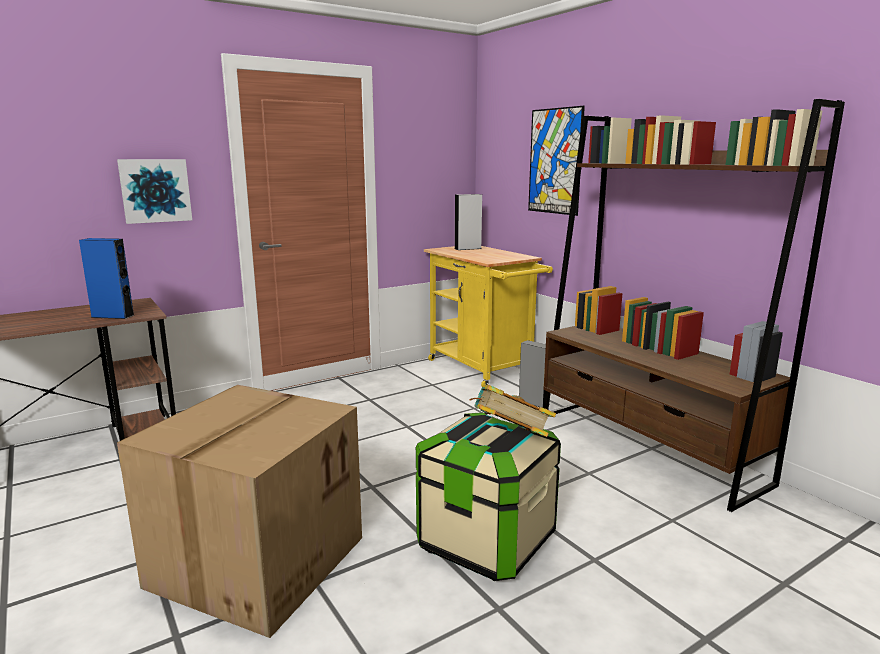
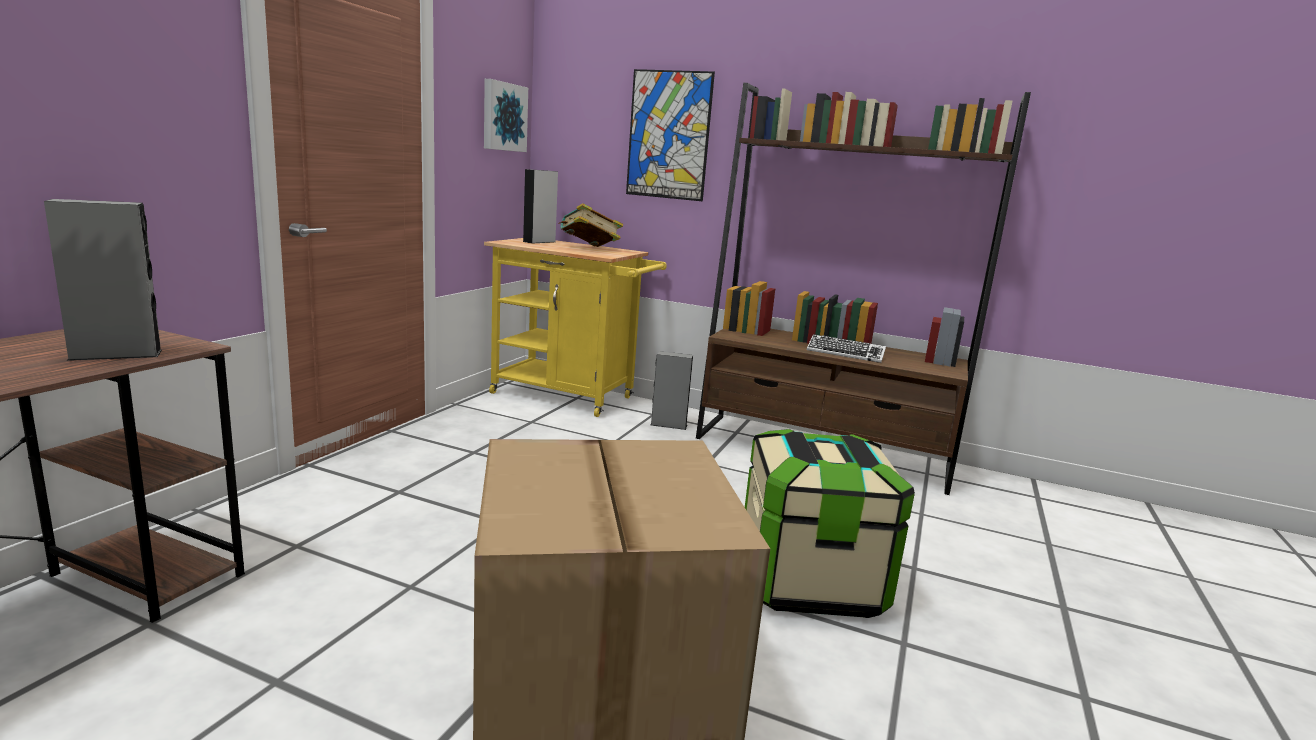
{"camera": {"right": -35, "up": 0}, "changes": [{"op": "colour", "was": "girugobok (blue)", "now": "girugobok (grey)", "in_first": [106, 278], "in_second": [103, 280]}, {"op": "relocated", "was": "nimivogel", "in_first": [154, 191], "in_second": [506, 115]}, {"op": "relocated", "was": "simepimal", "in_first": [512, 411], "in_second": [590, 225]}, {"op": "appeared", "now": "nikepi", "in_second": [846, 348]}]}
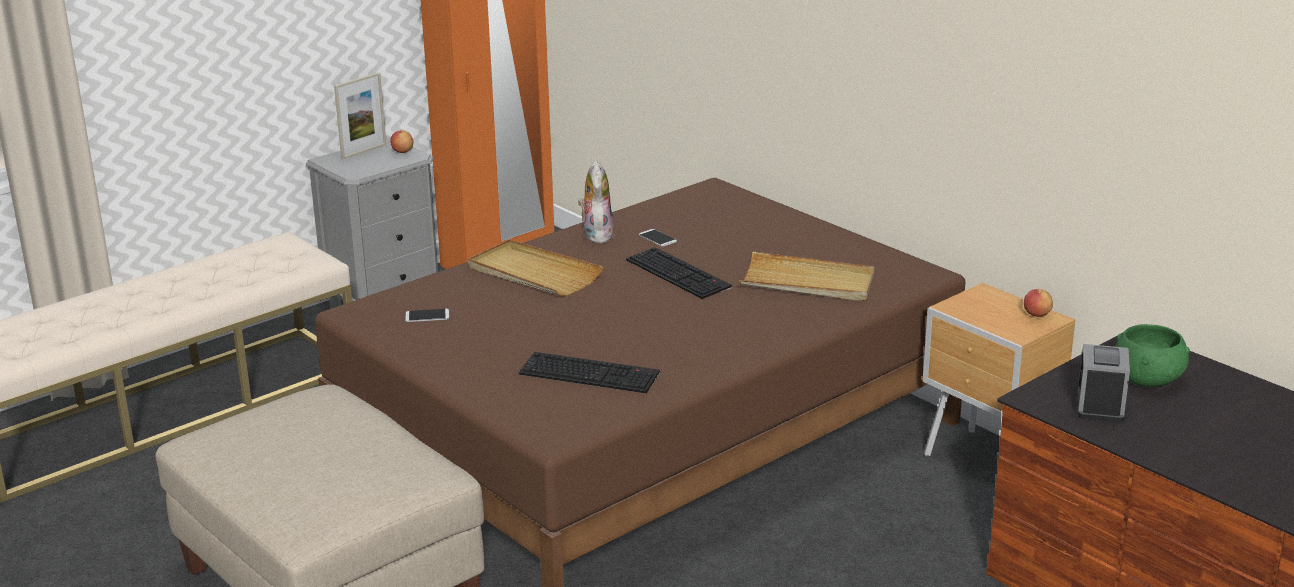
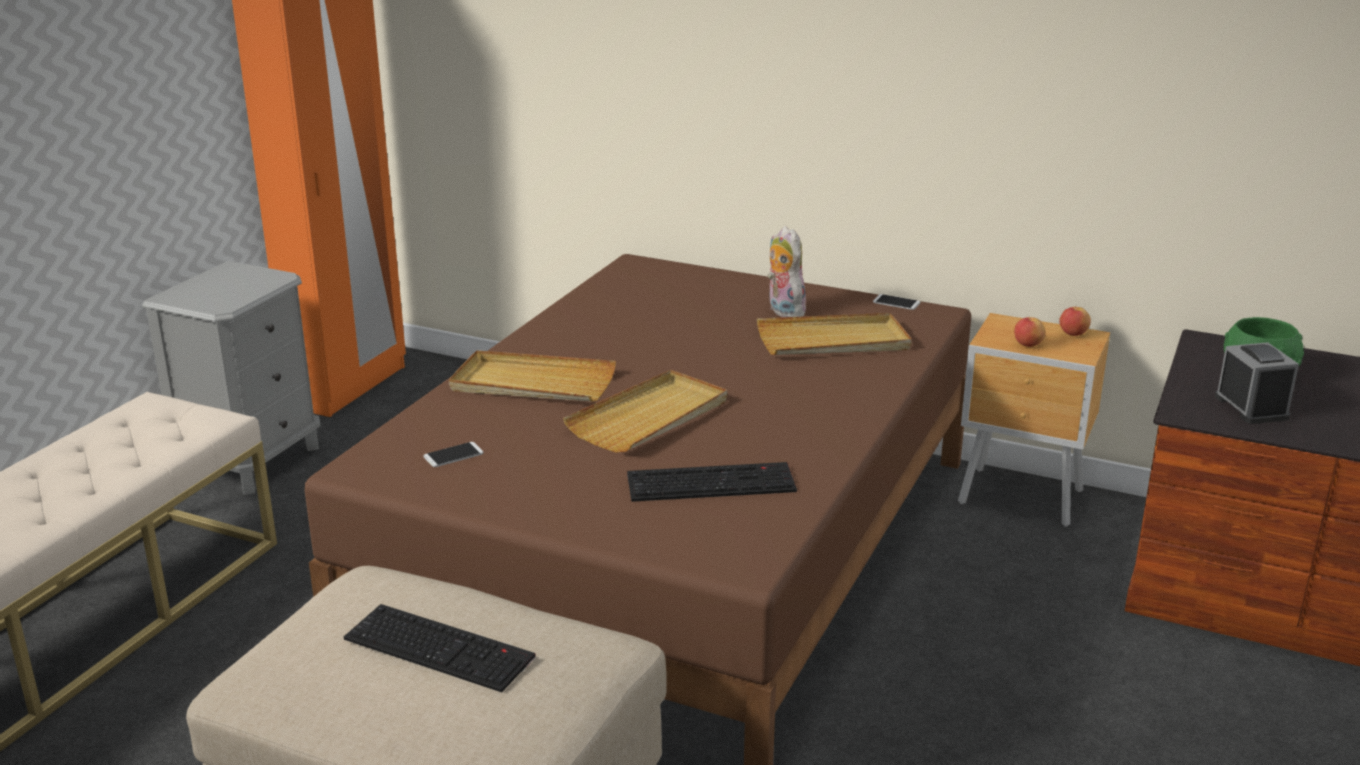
{"camera": {"right": -25, "up": 0}, "changes": [{"op": "missing", "was": "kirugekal", "in_first": [360, 116]}, {"op": "relocated", "was": "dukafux", "in_first": [401, 141], "in_second": [1030, 331]}, {"op": "relocated", "was": "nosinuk", "in_first": [596, 202], "in_second": [787, 271]}, {"op": "relocated", "was": "nikepi", "in_first": [679, 273], "in_second": [440, 648]}, {"op": "relocated", "was": "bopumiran", "in_first": [658, 238], "in_second": [896, 302]}, {"op": "appeared", "now": "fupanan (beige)", "in_second": [645, 411]}]}
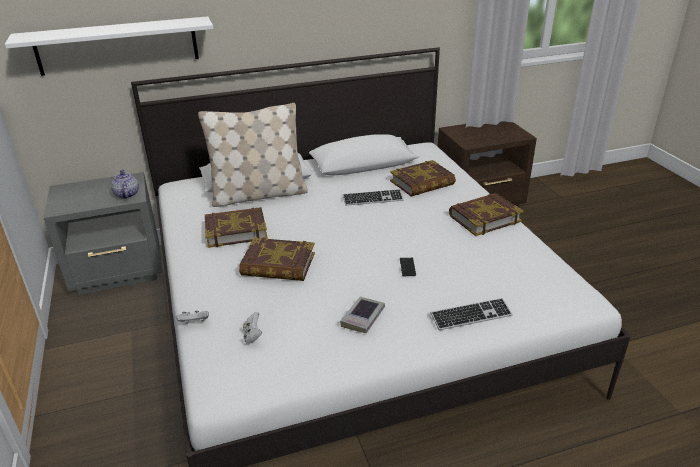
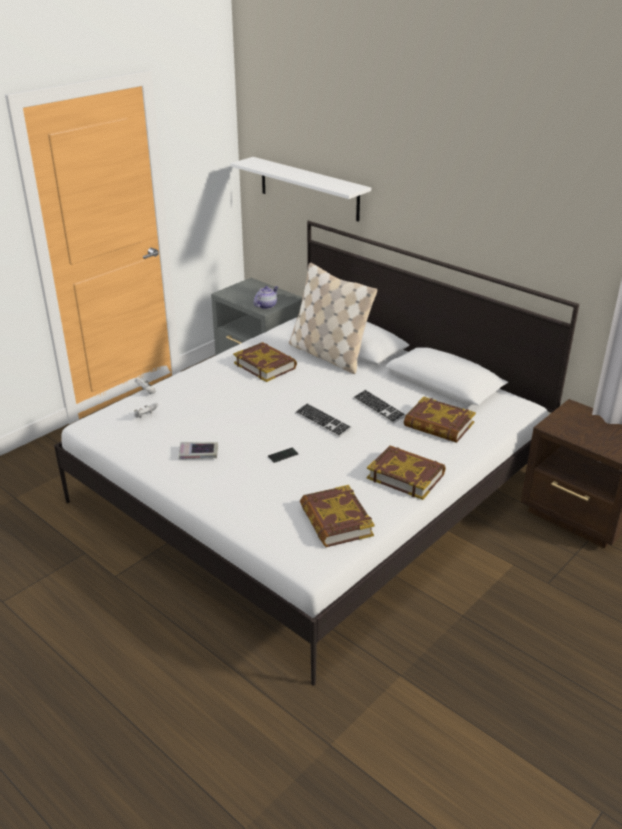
{"camera": {"right": 60, "up": 0}, "changes": [{"op": "relocated", "was": "simepimal", "in_first": [277, 259], "in_second": [337, 516]}, {"op": "relocated", "was": "nikepi", "in_first": [472, 314], "in_second": [323, 420]}]}
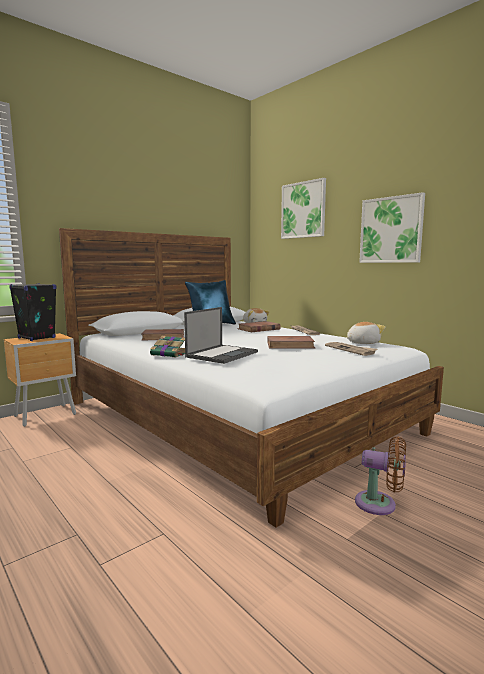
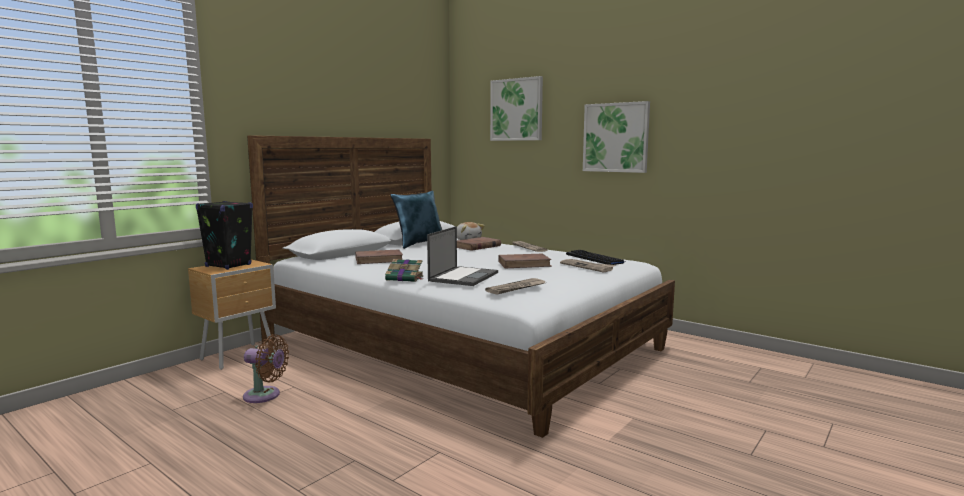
{"camera": {"right": -10, "up": 0}, "changes": [{"op": "exchanged", "was": "nosinuk", "now": "nikepi", "in_first": [366, 333], "in_second": [595, 257]}, {"op": "relocated", "was": "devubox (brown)", "in_first": [380, 476], "in_second": [266, 368]}, {"op": "appeared", "now": "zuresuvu", "in_second": [516, 286]}]}
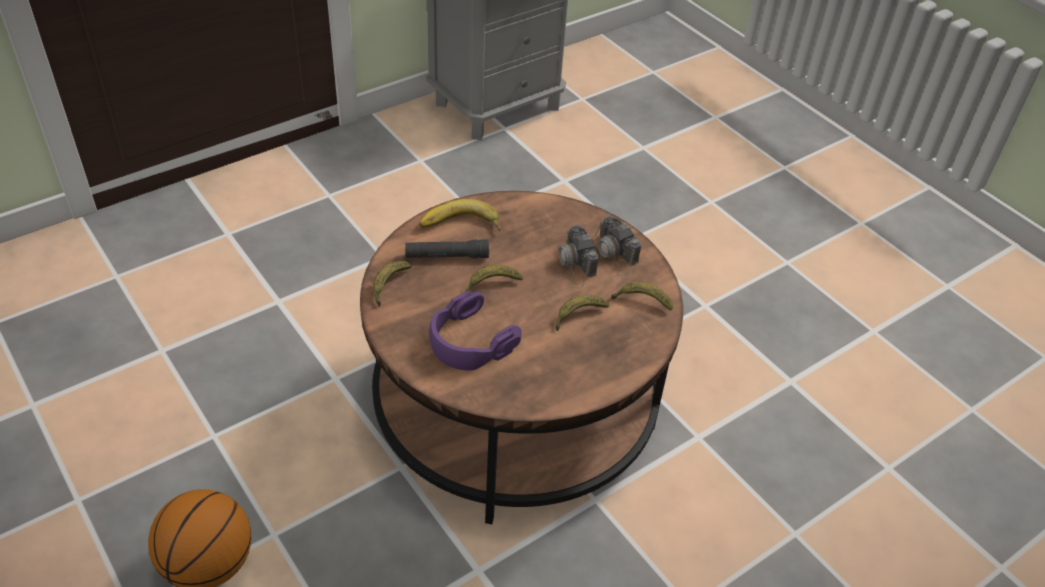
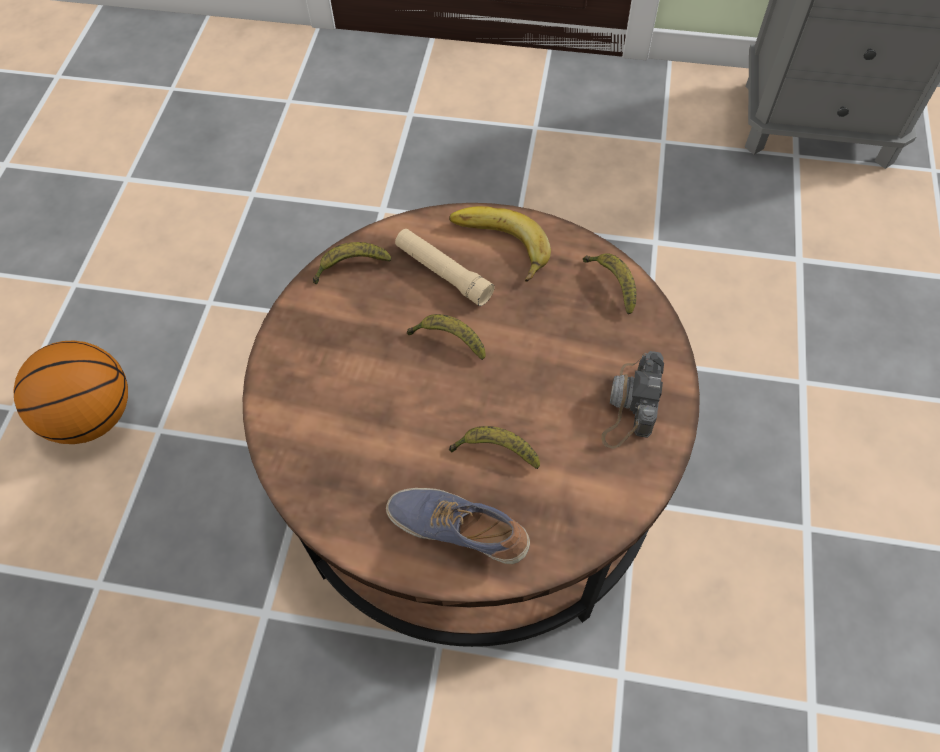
{"camera": {"right": 50, "up": 15}, "changes": [{"op": "colour", "was": "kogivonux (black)", "now": "kogivonux (beige)", "in_first": [447, 248], "in_second": [444, 267]}, {"op": "missing", "was": "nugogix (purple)", "in_first": [475, 330]}, {"op": "missing", "was": "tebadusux", "in_first": [577, 257]}, {"op": "relocated", "was": "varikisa", "in_first": [642, 296], "in_second": [609, 284]}, {"op": "appeared", "now": "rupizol", "in_second": [458, 526]}]}
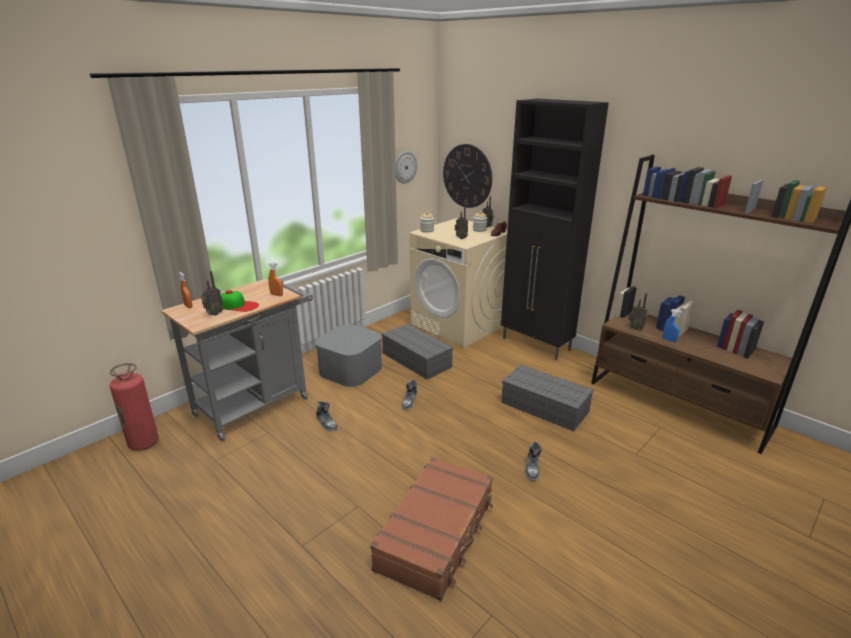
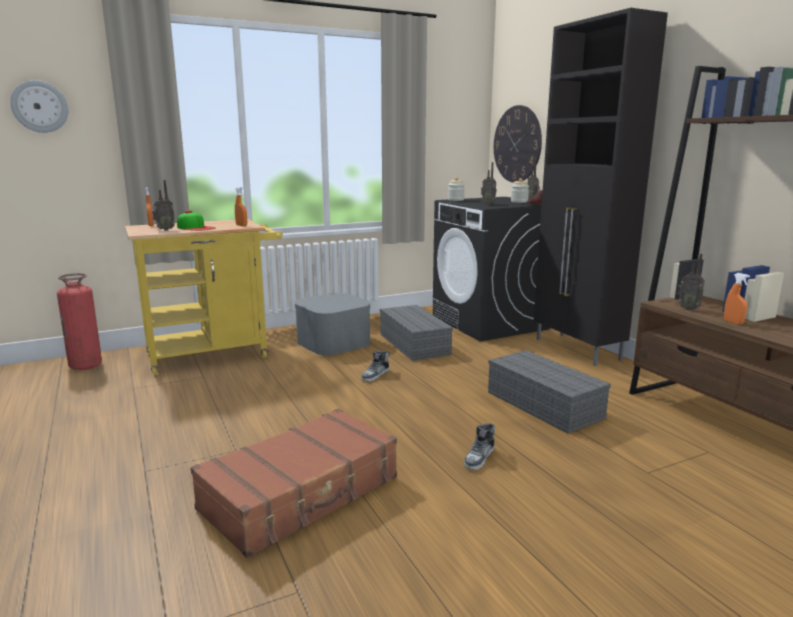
{"camera": {"right": 20, "up": -10}, "changes": [{"op": "colour", "was": "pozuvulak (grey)", "now": "pozuvulak (yellow)", "in_first": [237, 360], "in_second": [204, 297]}, {"op": "missing", "was": "rupizol", "in_first": [327, 416]}, {"op": "relocated", "was": "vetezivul", "in_first": [406, 167], "in_second": [39, 106]}, {"op": "colour", "was": "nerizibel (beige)", "now": "nerizibel (black)", "in_first": [458, 283], "in_second": [491, 269]}, {"op": "colour", "was": "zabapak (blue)", "now": "zabapak (orange)", "in_first": [672, 325], "in_second": [737, 299]}]}
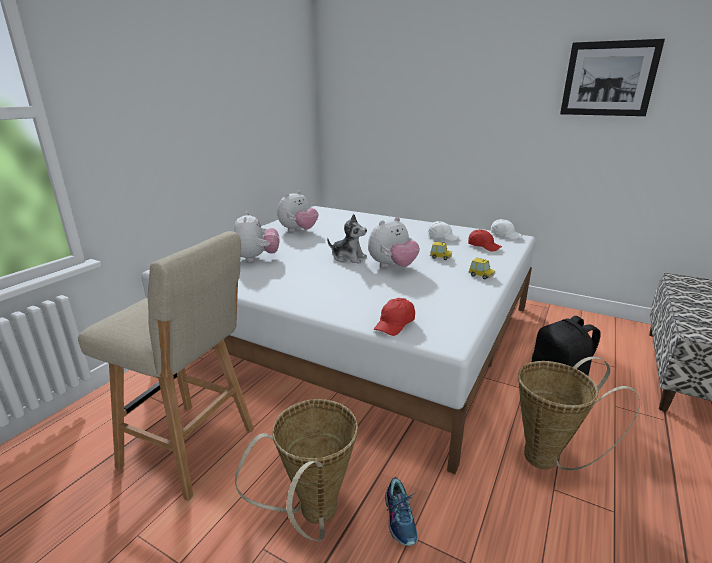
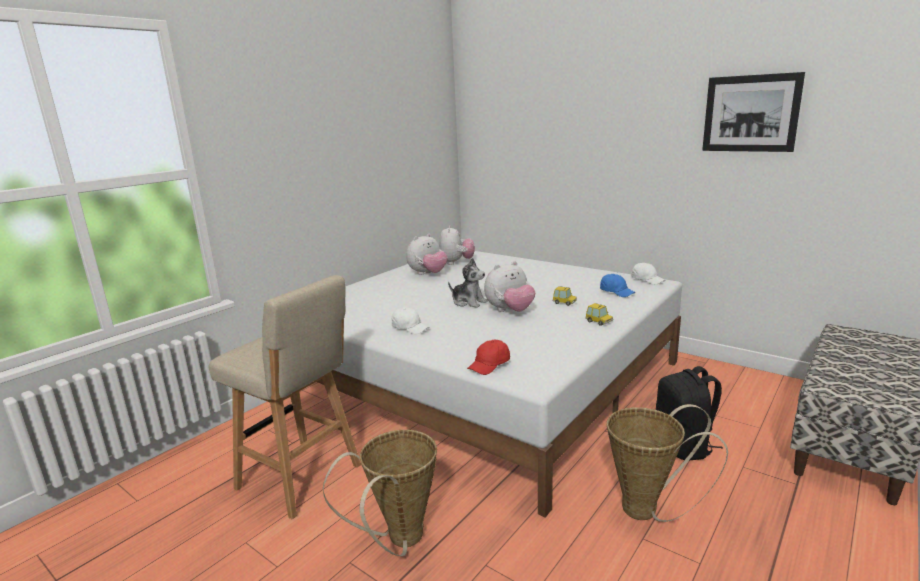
{"camera": {"right": 10, "up": -5}, "changes": [{"op": "relocated", "was": "nosinuk", "in_first": [256, 237], "in_second": [457, 245]}, {"op": "missing", "was": "rupizol", "in_first": [401, 511]}, {"op": "relocated", "was": "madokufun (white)", "in_first": [444, 231], "in_second": [410, 320]}, {"op": "colour", "was": "madokufun (red)", "now": "madokufun (blue)", "in_first": [485, 240], "in_second": [617, 285]}]}
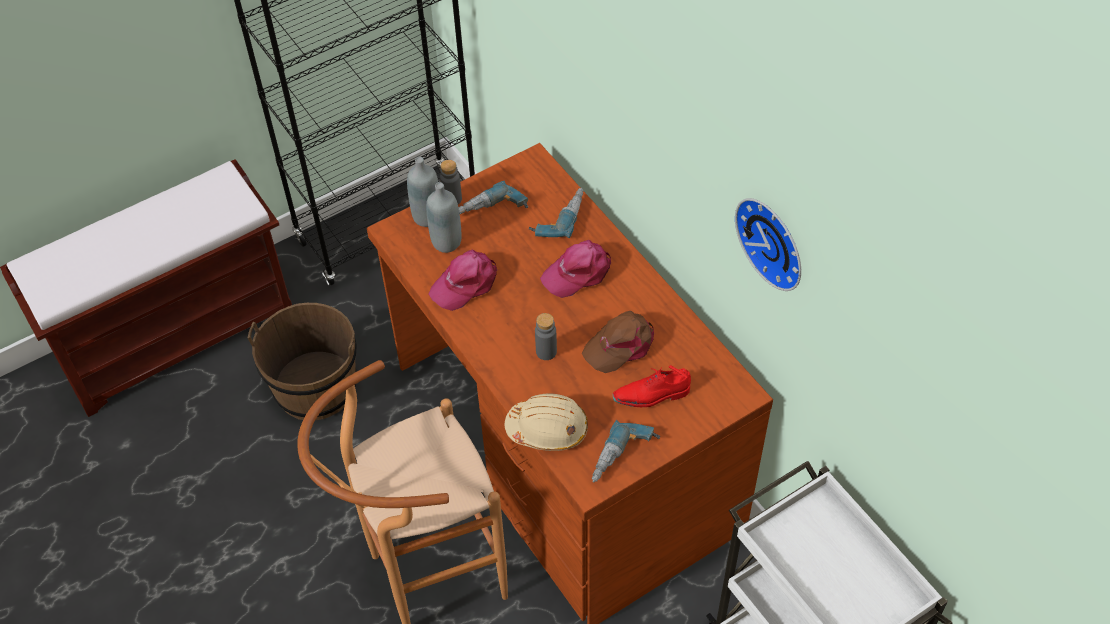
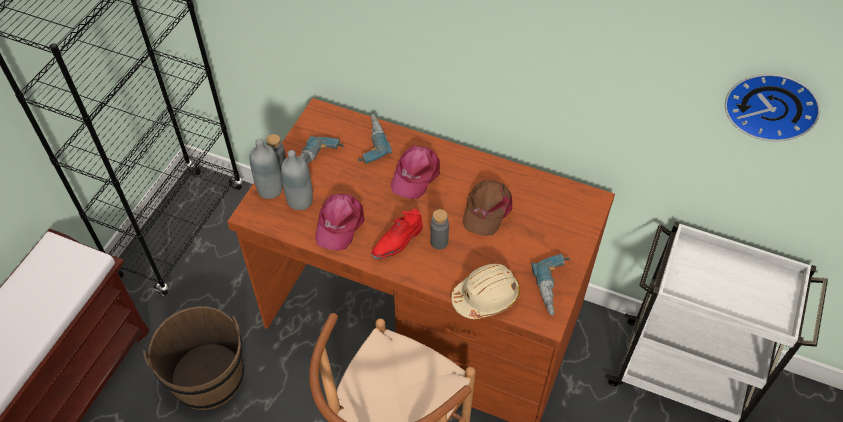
{"camera": {"right": -35, "up": 0}, "changes": [{"op": "relocated", "was": "rupizol (red)", "in_first": [652, 386], "in_second": [397, 234]}, {"op": "relocated", "was": "vetezivul", "in_first": [768, 244], "in_second": [772, 108]}]}
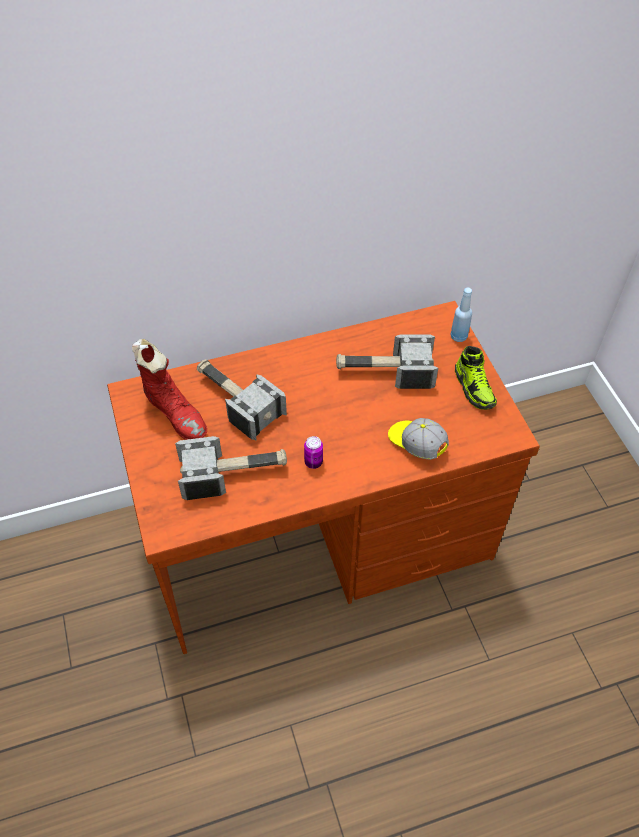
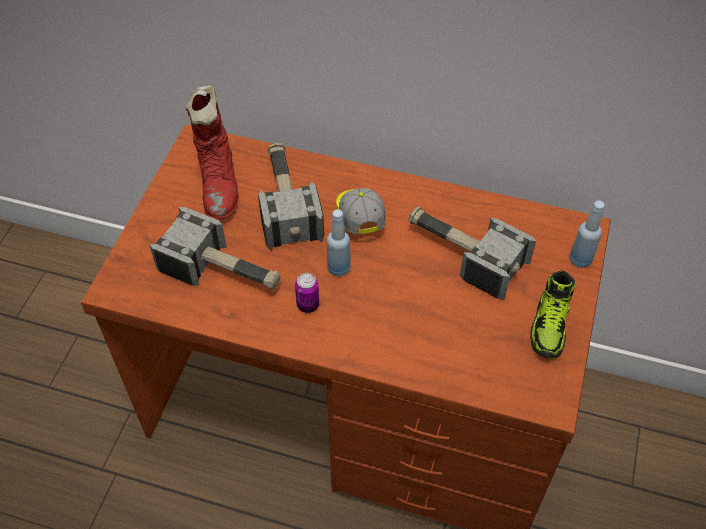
{"camera": {"right": 35, "up": 0}, "changes": [{"op": "relocated", "was": "madokufun", "in_first": [418, 439], "in_second": [361, 211]}, {"op": "appeared", "now": "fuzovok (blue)", "in_second": [339, 242]}]}
